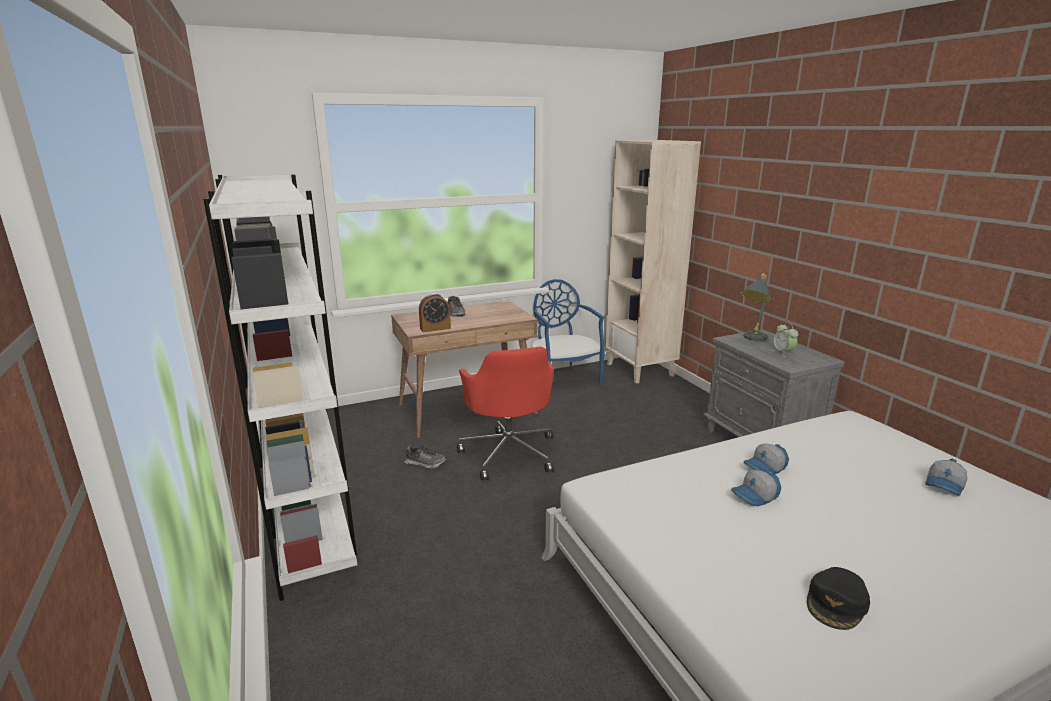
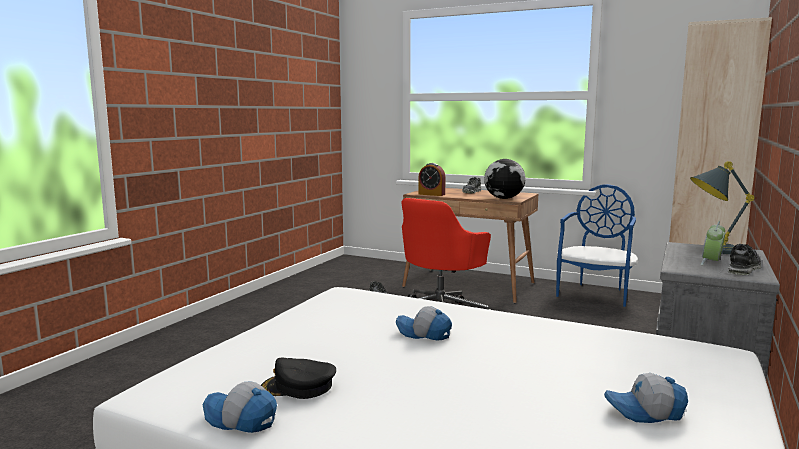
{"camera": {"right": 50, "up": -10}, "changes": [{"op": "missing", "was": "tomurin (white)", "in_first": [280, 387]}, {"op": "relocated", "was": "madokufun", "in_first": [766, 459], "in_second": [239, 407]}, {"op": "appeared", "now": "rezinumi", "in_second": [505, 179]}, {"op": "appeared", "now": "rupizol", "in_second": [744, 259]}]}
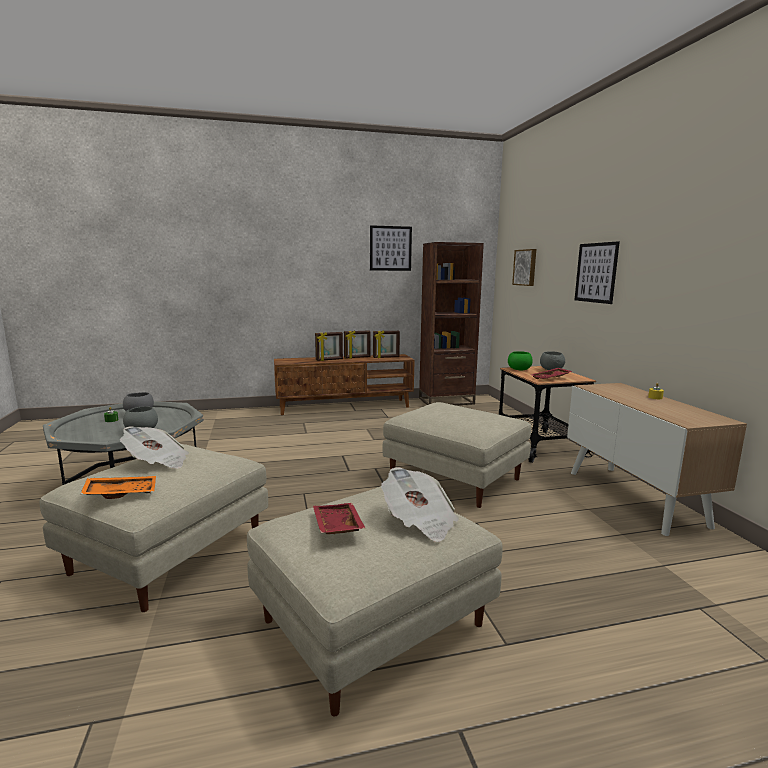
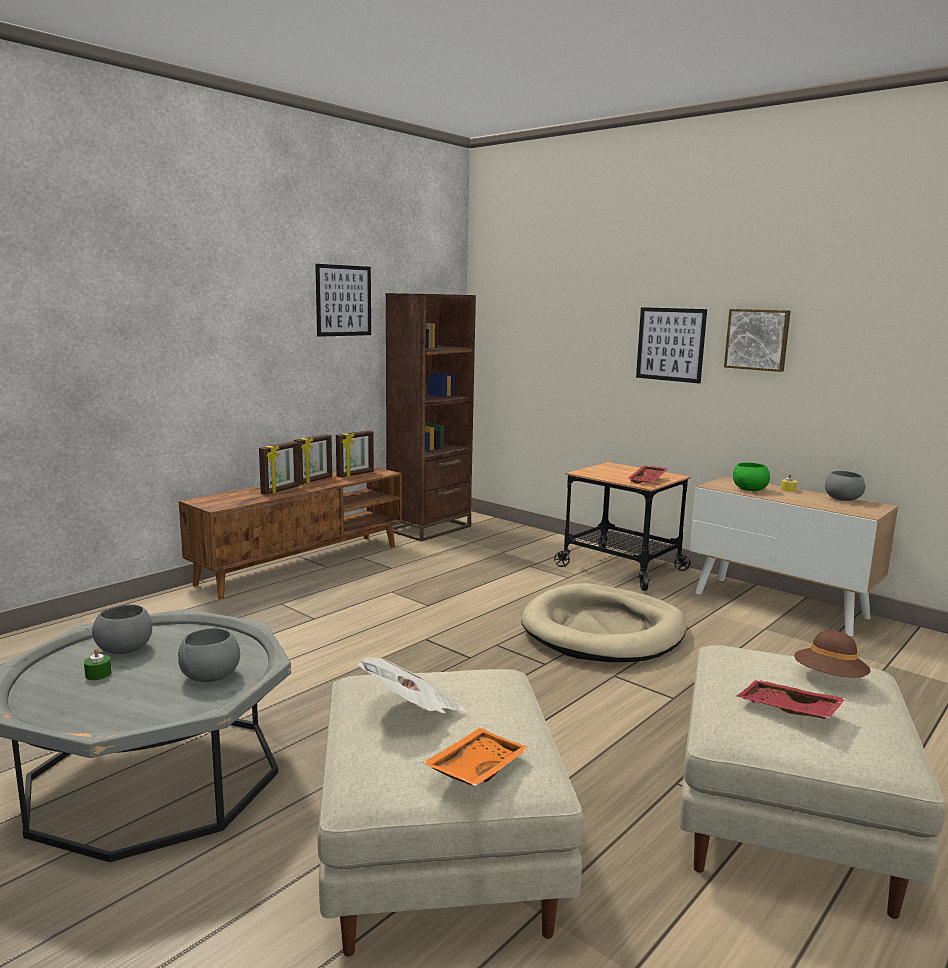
{"camera": {"right": -35, "up": 0}, "changes": [{"op": "exchanged", "was": "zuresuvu", "now": "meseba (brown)", "in_first": [420, 504], "in_second": [832, 654]}, {"op": "exchanged", "was": "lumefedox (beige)", "now": "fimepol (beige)", "in_first": [456, 455], "in_second": [603, 622]}, {"op": "relocated", "was": "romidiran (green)", "in_first": [520, 360], "in_second": [751, 477]}, {"op": "relocated", "was": "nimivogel", "in_first": [524, 267], "in_second": [757, 340]}, {"op": "relocated", "was": "romidiran (grey)", "in_first": [552, 360], "in_second": [845, 486]}]}
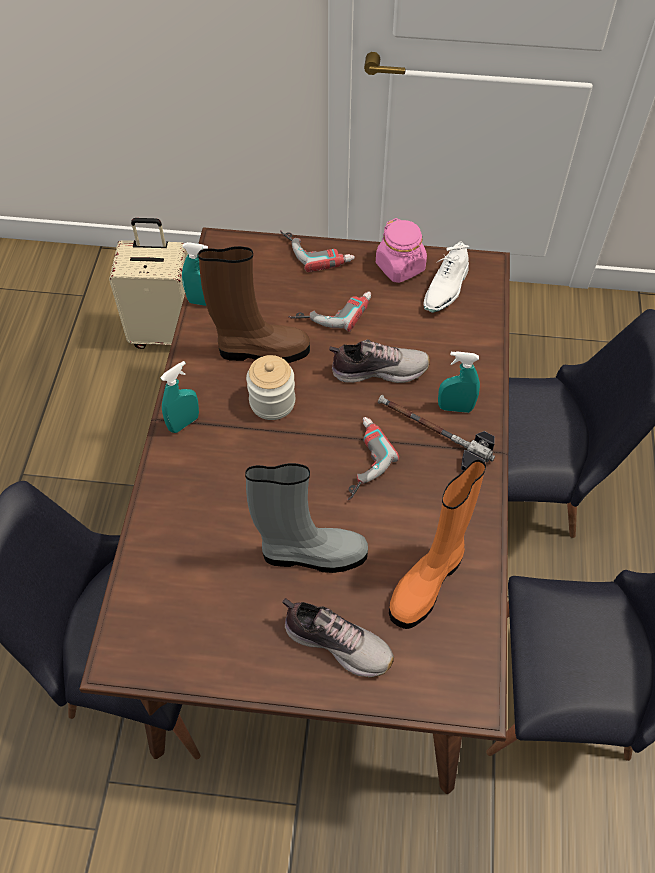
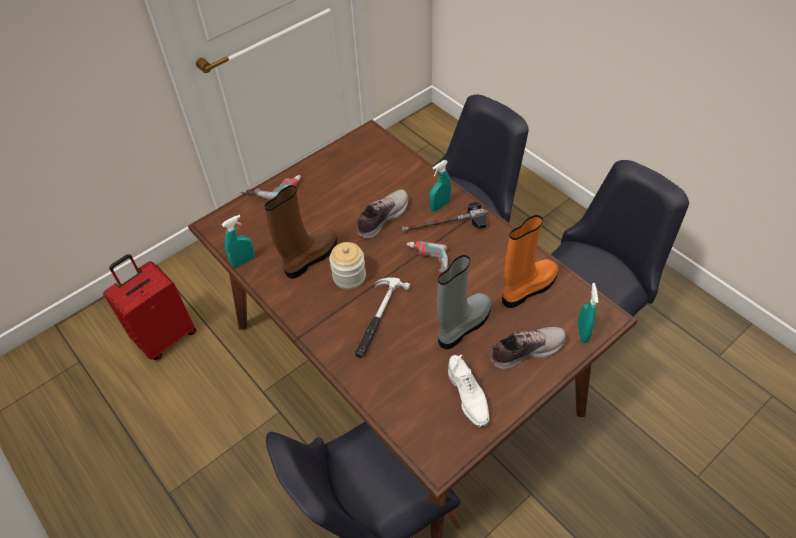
{"camera": {"right": -45, "up": -5}, "changes": [{"op": "colour", "was": "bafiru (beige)", "now": "bafiru (red)", "in_first": [148, 283], "in_second": [149, 307]}, {"op": "relocated", "was": "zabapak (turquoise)", "in_first": [179, 397], "in_second": [588, 313]}, {"op": "missing", "was": "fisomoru", "in_first": [329, 311]}, {"op": "missing", "was": "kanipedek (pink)", "in_first": [401, 250]}, {"op": "spun", "was": "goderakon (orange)", "in_first": [437, 544], "in_second": [530, 261], "clockwise": -120}, {"op": "relocated", "was": "rupizol (white)", "in_first": [446, 277], "in_second": [468, 391]}, {"op": "appeared", "now": "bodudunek", "in_second": [383, 317]}]}
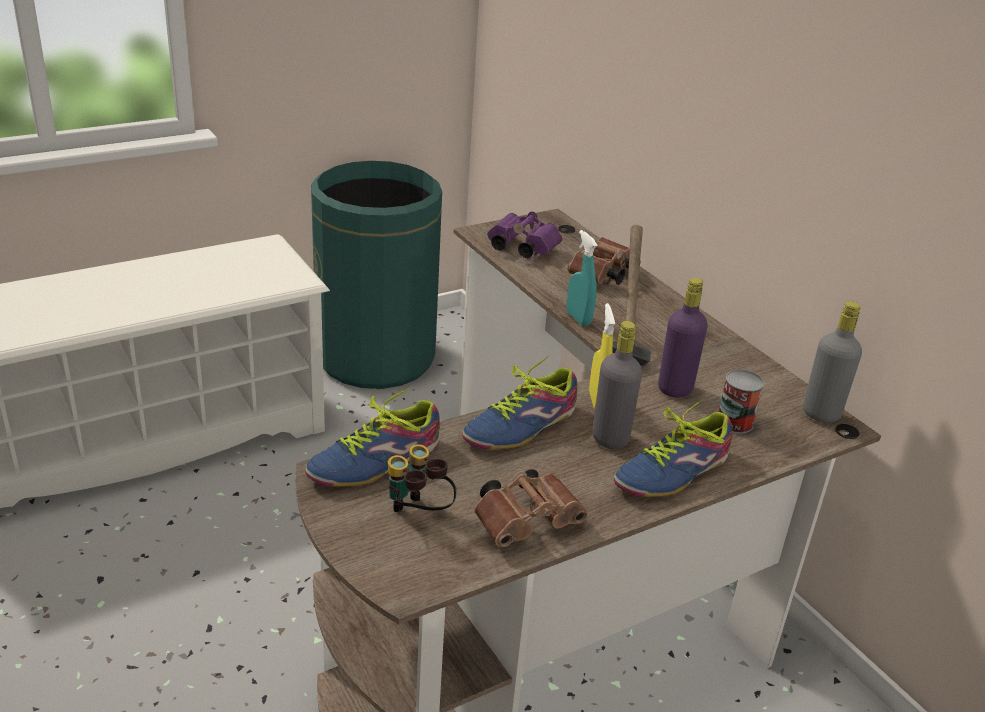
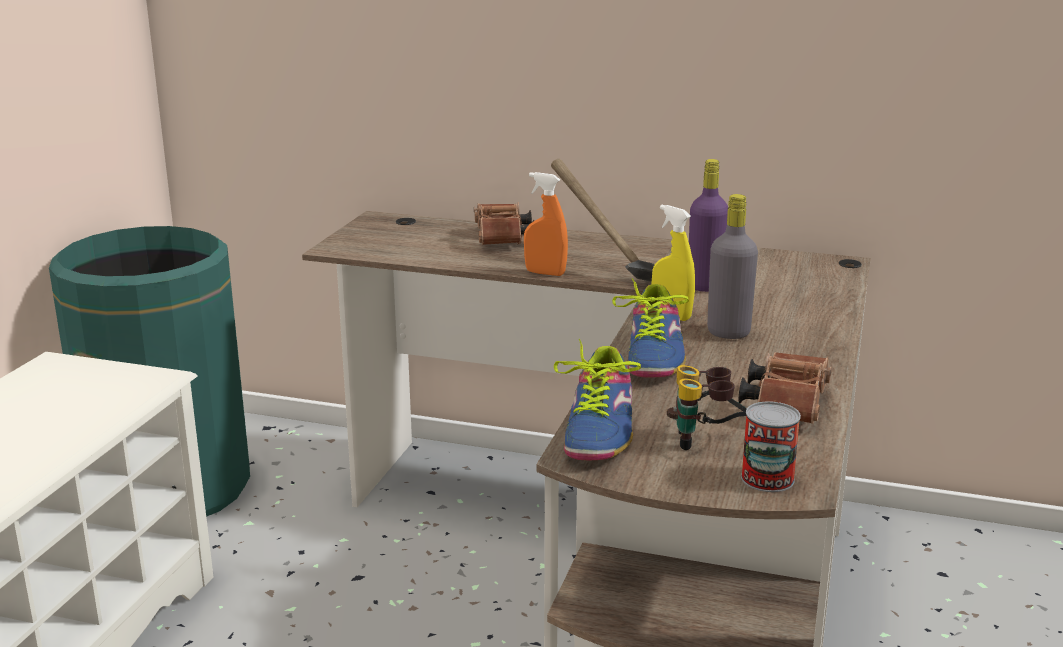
{"camera": {"right": -40, "up": -10}, "changes": [{"op": "missing", "was": "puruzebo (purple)", "in_first": [524, 234]}, {"op": "colour", "was": "zabapak (turquoise)", "now": "zabapak (orange)", "in_first": [582, 278], "in_second": [546, 224]}, {"op": "missing", "was": "rupizol", "in_first": [673, 447]}, {"op": "relocated", "was": "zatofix", "in_first": [741, 402], "in_second": [771, 446]}, {"op": "missing", "was": "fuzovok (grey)", "in_first": [832, 362]}]}
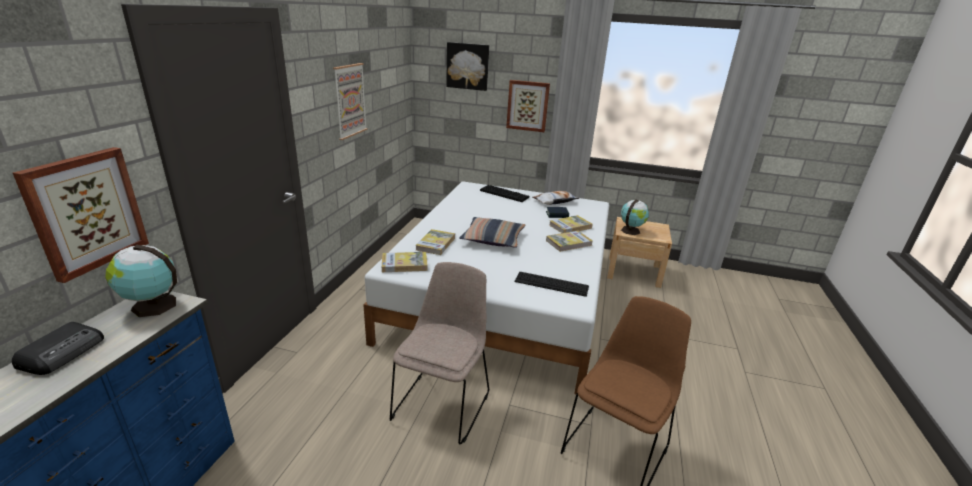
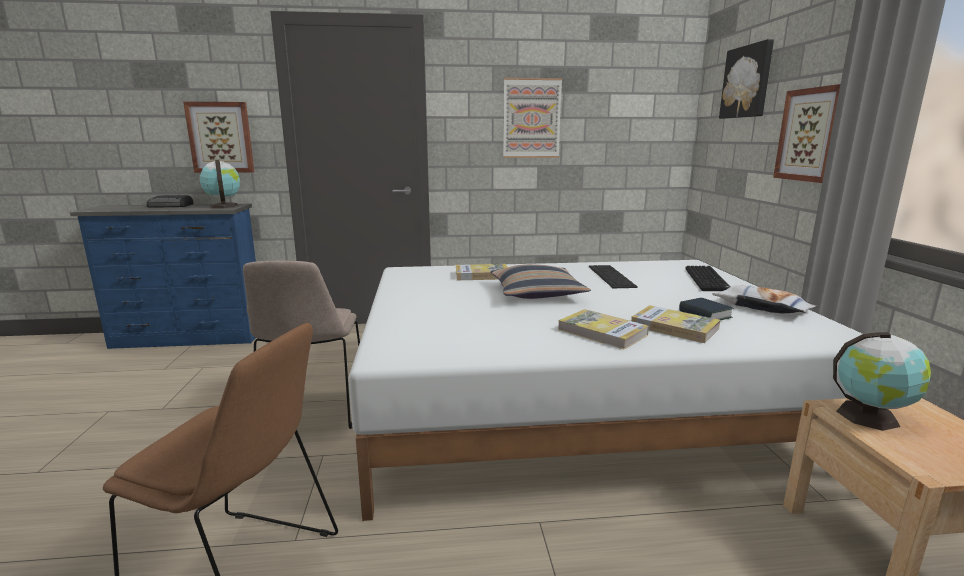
{"camera": {"right": 70, "up": -10}, "changes": [{"op": "missing", "was": "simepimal", "in_first": [405, 262]}, {"op": "spun", "was": "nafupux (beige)", "in_first": [439, 353], "in_second": [301, 344], "clockwise": 90}, {"op": "relocated", "was": "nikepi", "in_first": [552, 284], "in_second": [613, 276]}]}
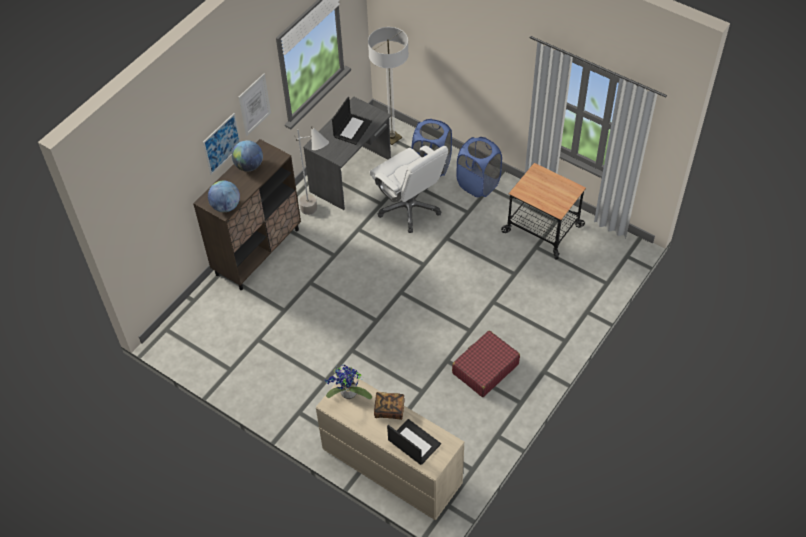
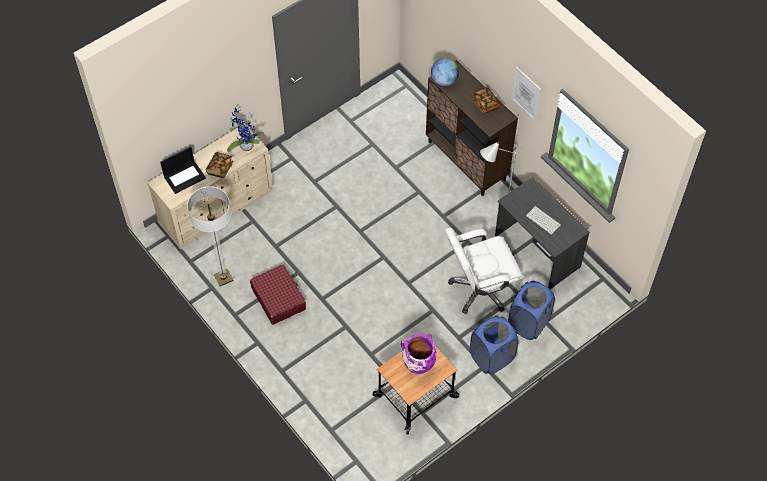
{"camera": {"right": 105, "up": 5}, "changes": [{"op": "missing", "was": "nimivogel", "in_first": [222, 144]}, {"op": "exchanged", "was": "rezinumi", "now": "simepimal", "in_first": [247, 155], "in_second": [486, 101]}, {"op": "exchanged", "was": "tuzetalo", "now": "nikepi", "in_first": [352, 121], "in_second": [543, 220]}, {"op": "relocated", "was": "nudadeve", "in_first": [388, 86], "in_second": [210, 236]}, {"op": "appeared", "now": "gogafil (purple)", "in_second": [419, 354]}]}
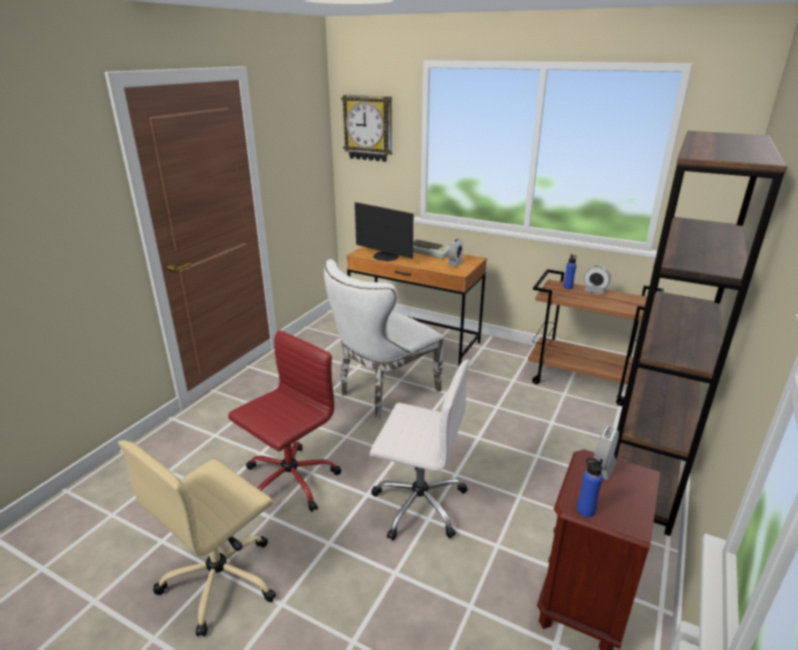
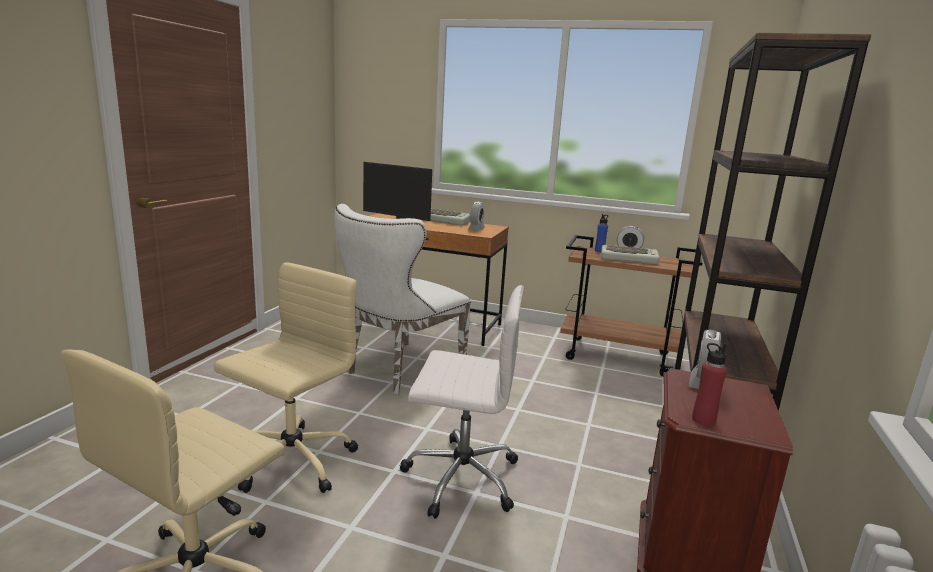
{"camera": {"right": -10, "up": -10}, "changes": [{"op": "colour", "was": "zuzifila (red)", "now": "zuzifila (beige)", "in_first": [284, 421], "in_second": [286, 377]}, {"op": "missing", "was": "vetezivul", "in_first": [366, 128]}, {"op": "colour", "was": "fuzovok (blue)", "now": "fuzovok (red)", "in_first": [590, 487], "in_second": [709, 384]}, {"op": "appeared", "now": "nikepi", "in_second": [630, 255]}]}
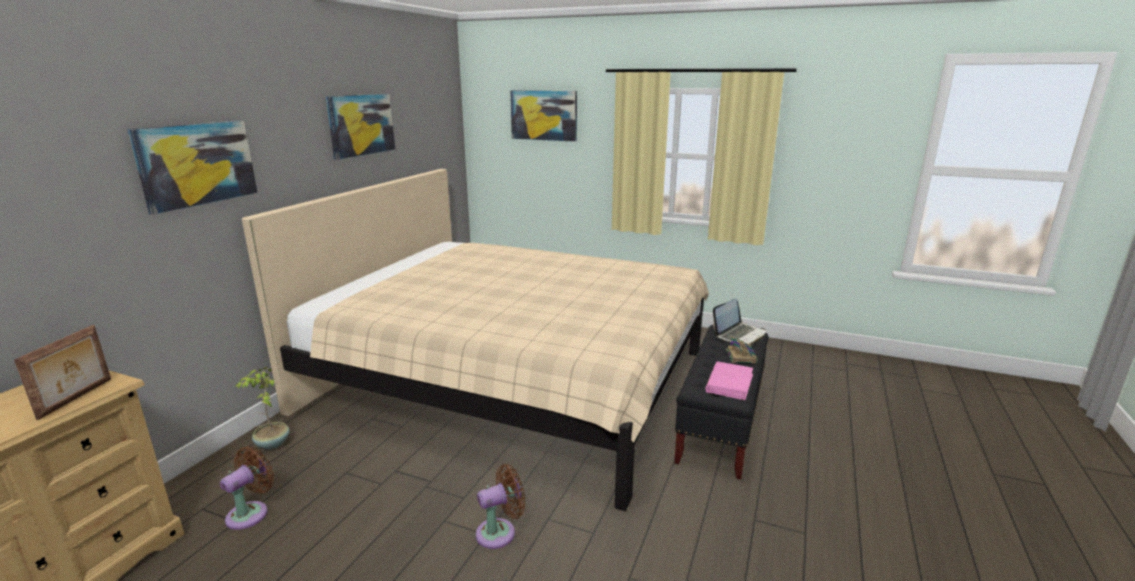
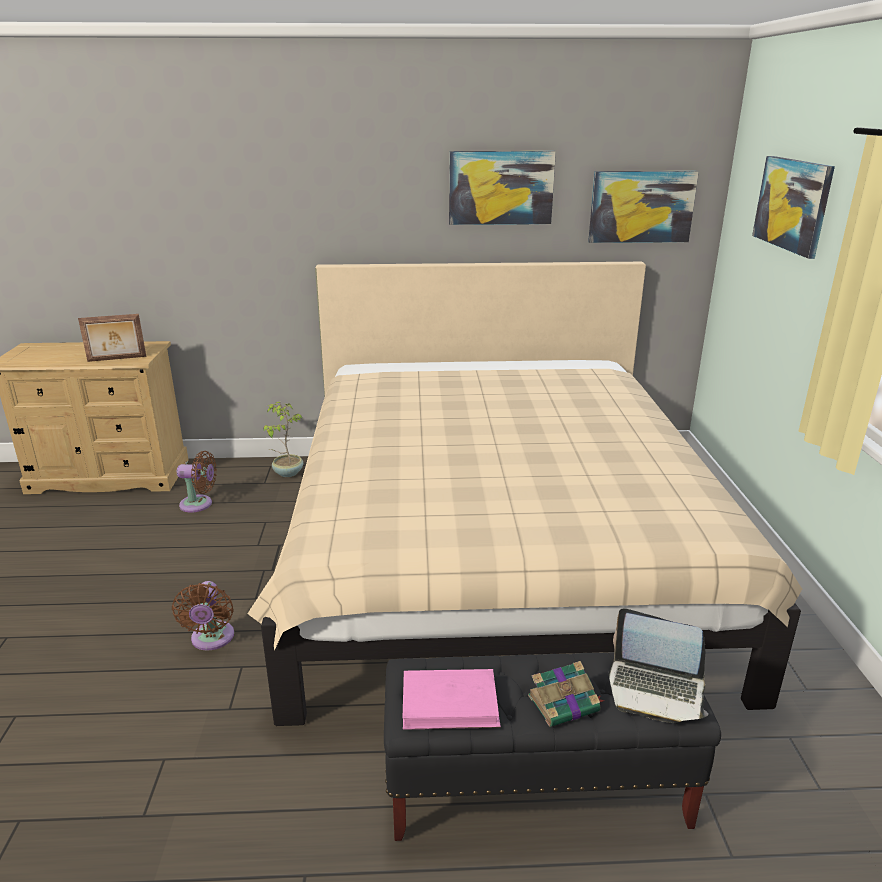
{"camera": {"right": 65, "up": 5}, "changes": [{"op": "relocated", "was": "nimivogel", "in_first": [193, 167], "in_second": [643, 207]}, {"op": "spun", "was": "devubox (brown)", "in_first": [500, 506], "in_second": [203, 615], "clockwise": 45}]}
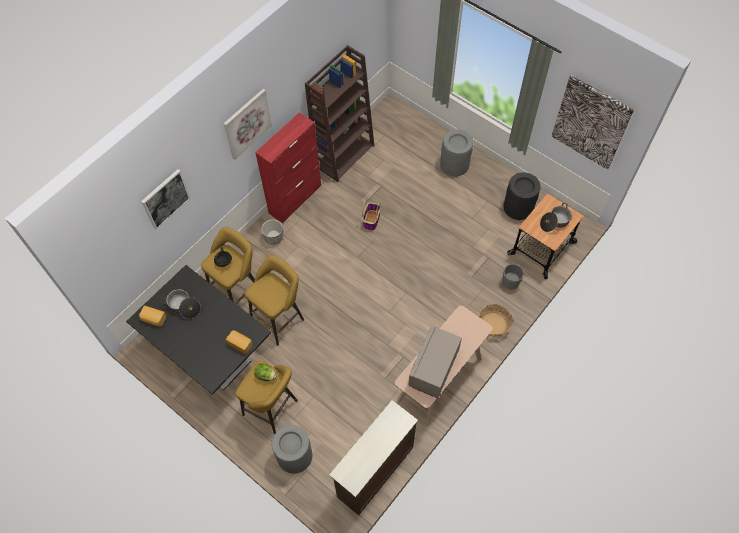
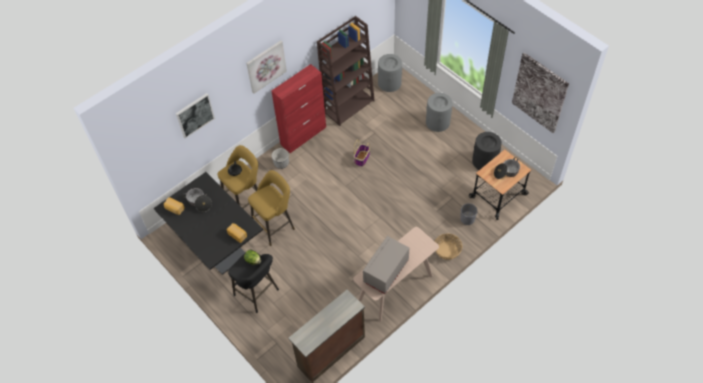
{"camera": {"right": 10, "up": -5}, "changes": [{"op": "colour", "was": "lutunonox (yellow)", "now": "lutunonox (black)", "in_first": [267, 397], "in_second": [253, 281]}, {"op": "relocated", "was": "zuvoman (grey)", "in_first": [292, 449], "in_second": [390, 73]}]}
